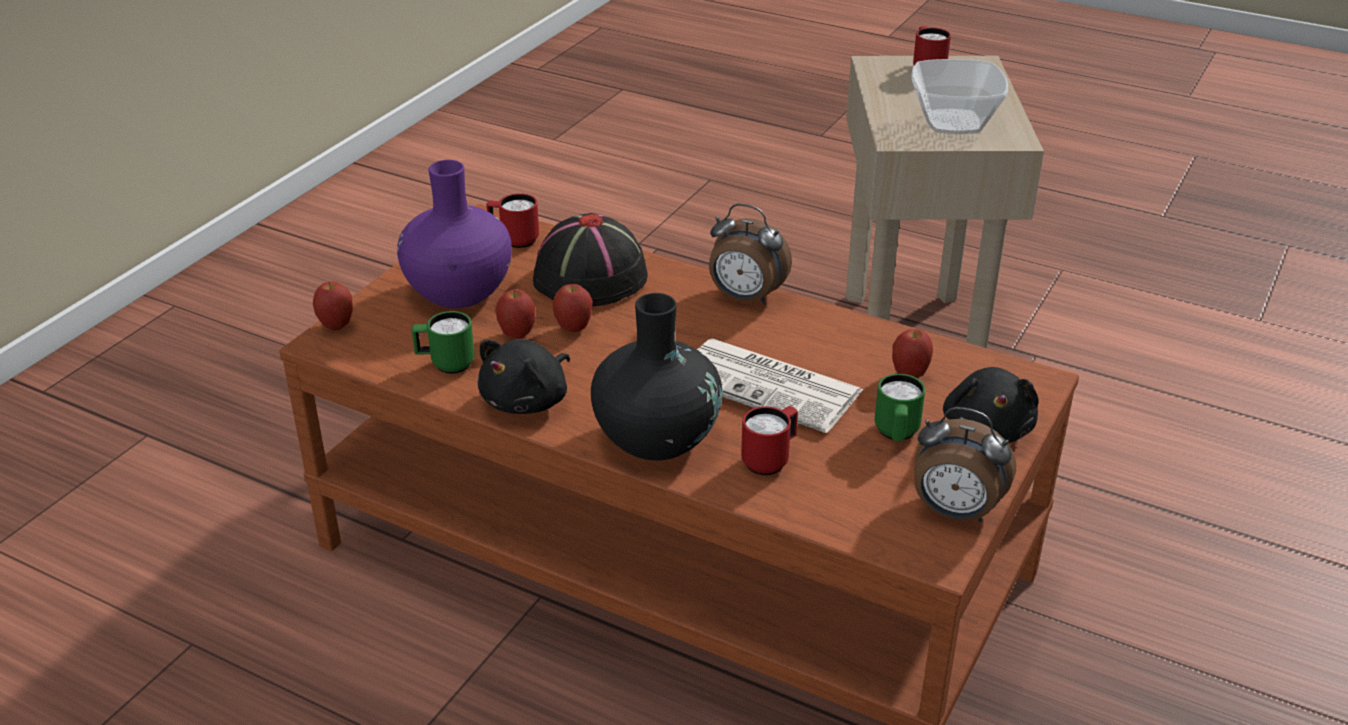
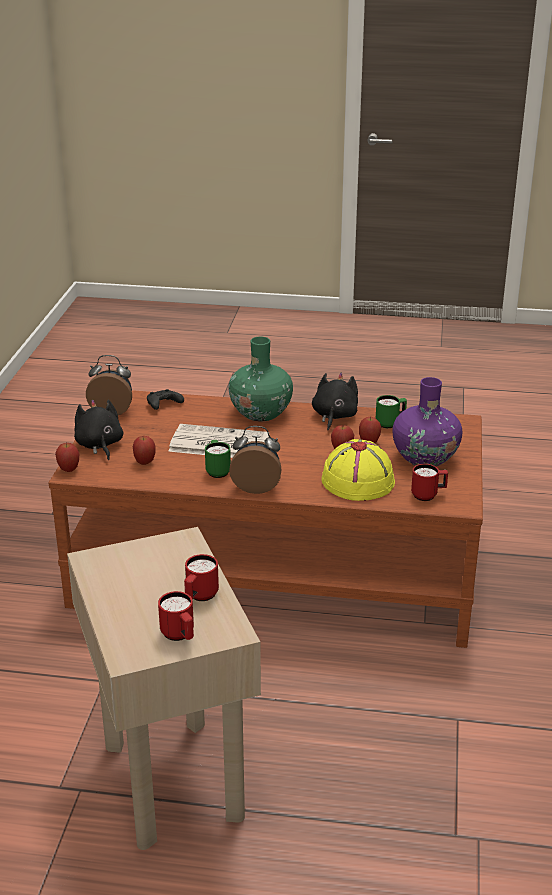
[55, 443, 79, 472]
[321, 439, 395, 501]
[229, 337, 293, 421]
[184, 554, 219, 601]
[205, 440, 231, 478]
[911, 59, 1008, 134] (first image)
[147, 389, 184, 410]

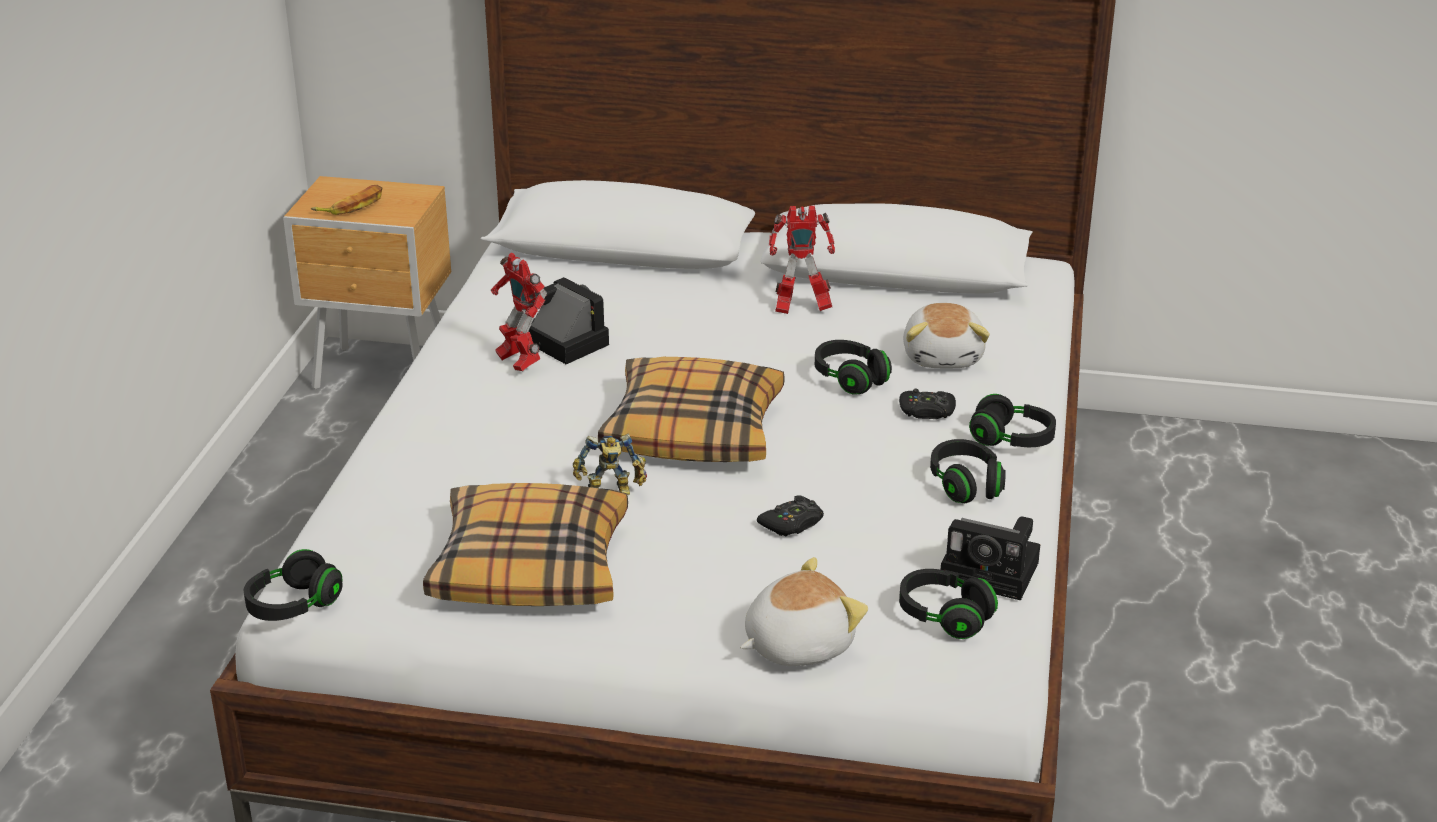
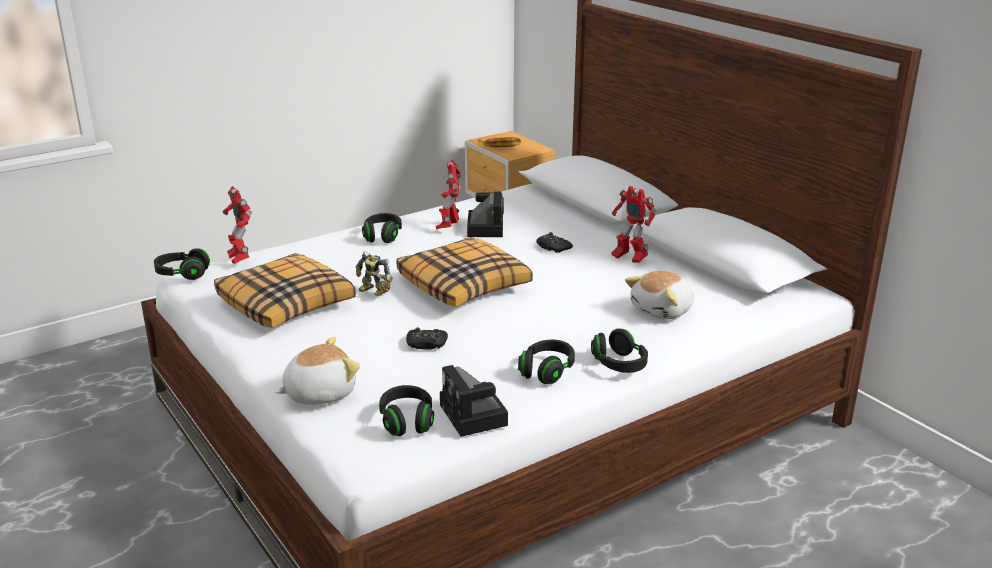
[275, 337, 360, 405]
[362, 213, 402, 243]
[536, 232, 573, 253]
[223, 186, 252, 264]

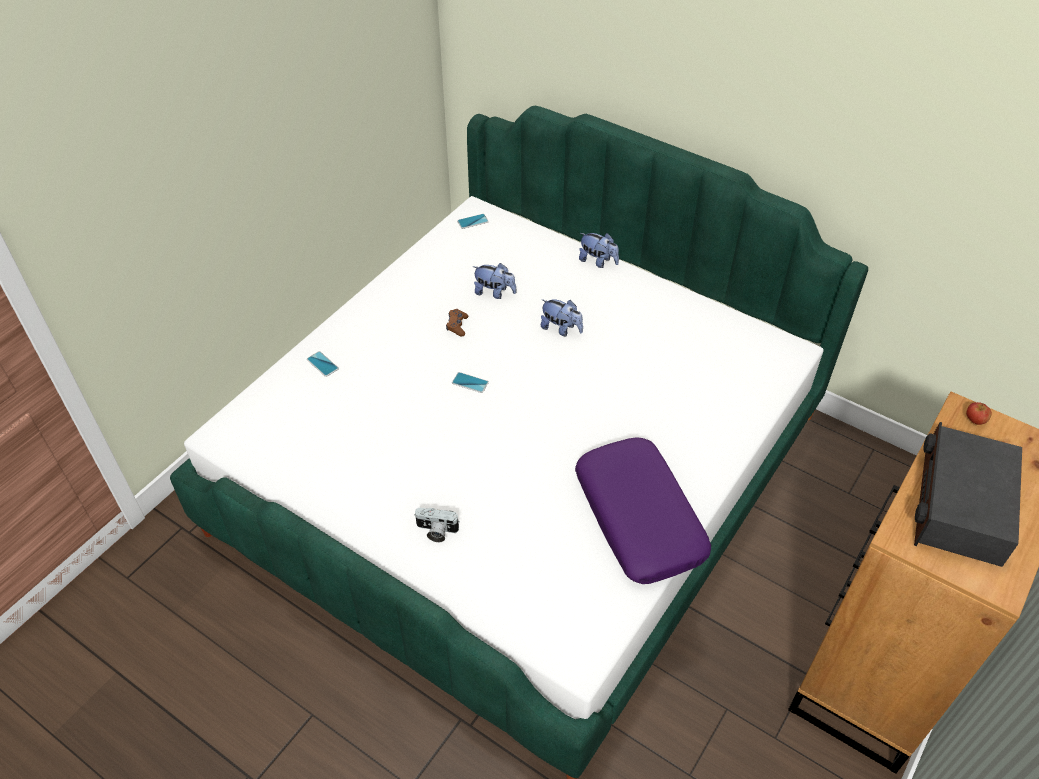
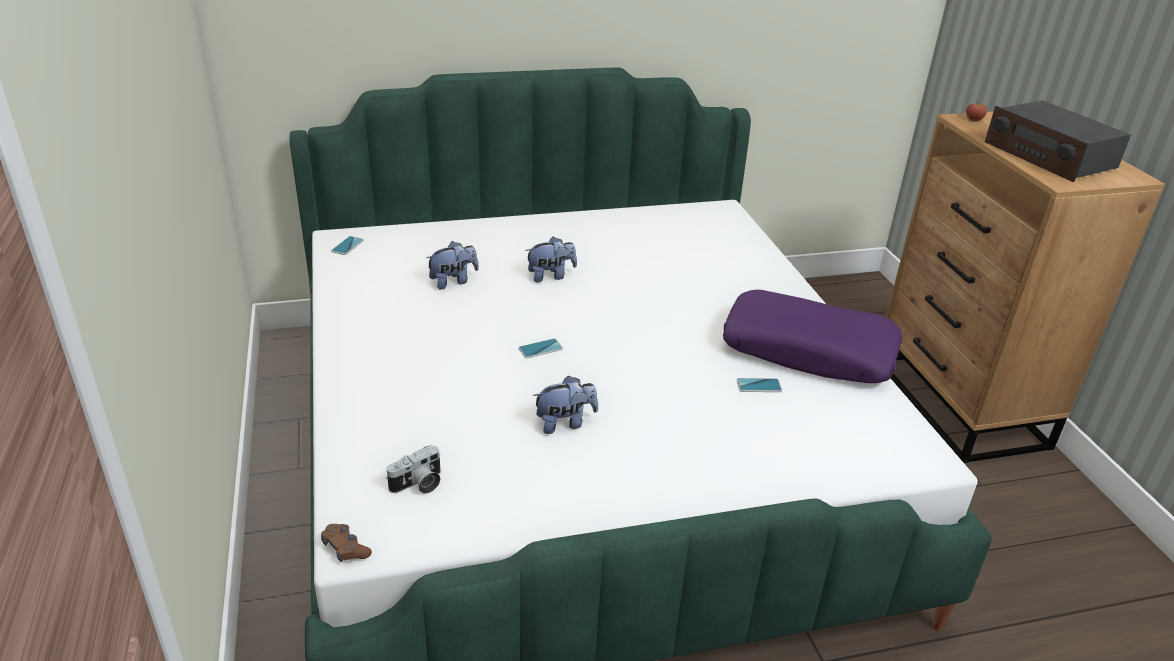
[736, 378, 782, 392]
[386, 445, 441, 494]
[321, 524, 372, 562]
[533, 375, 598, 434]

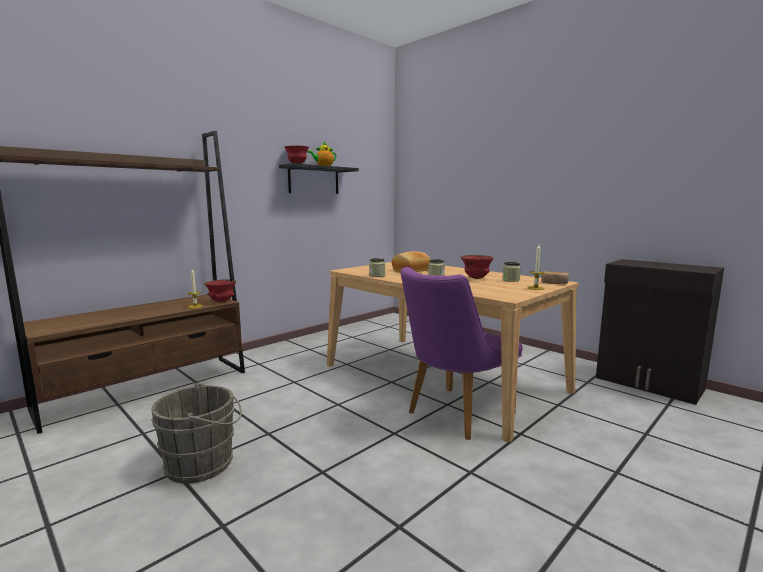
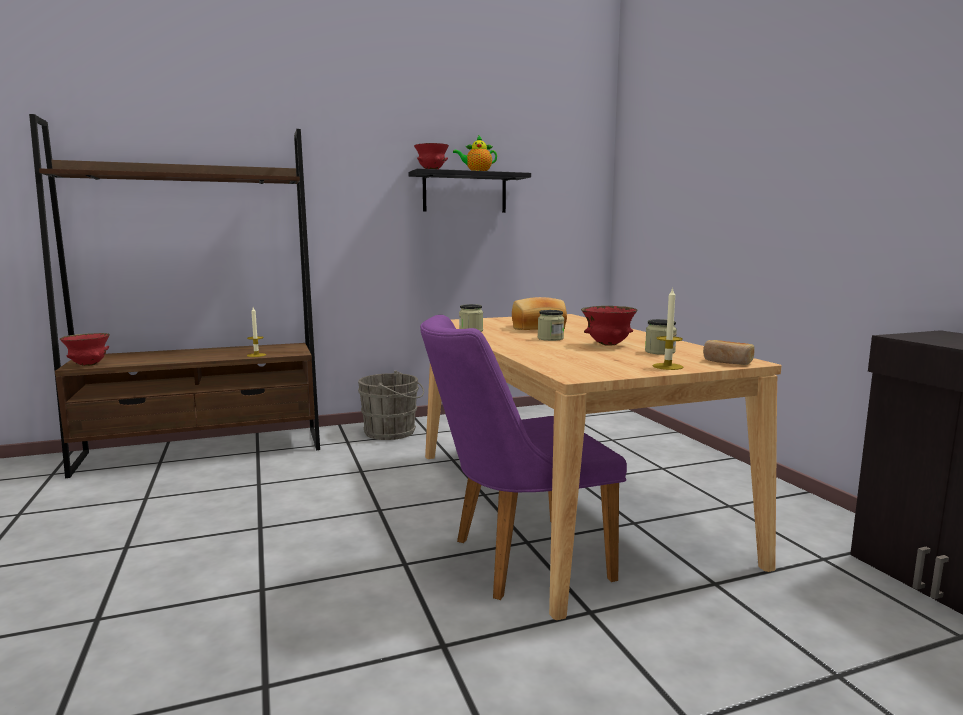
[358, 370, 424, 440]
[60, 333, 110, 366]

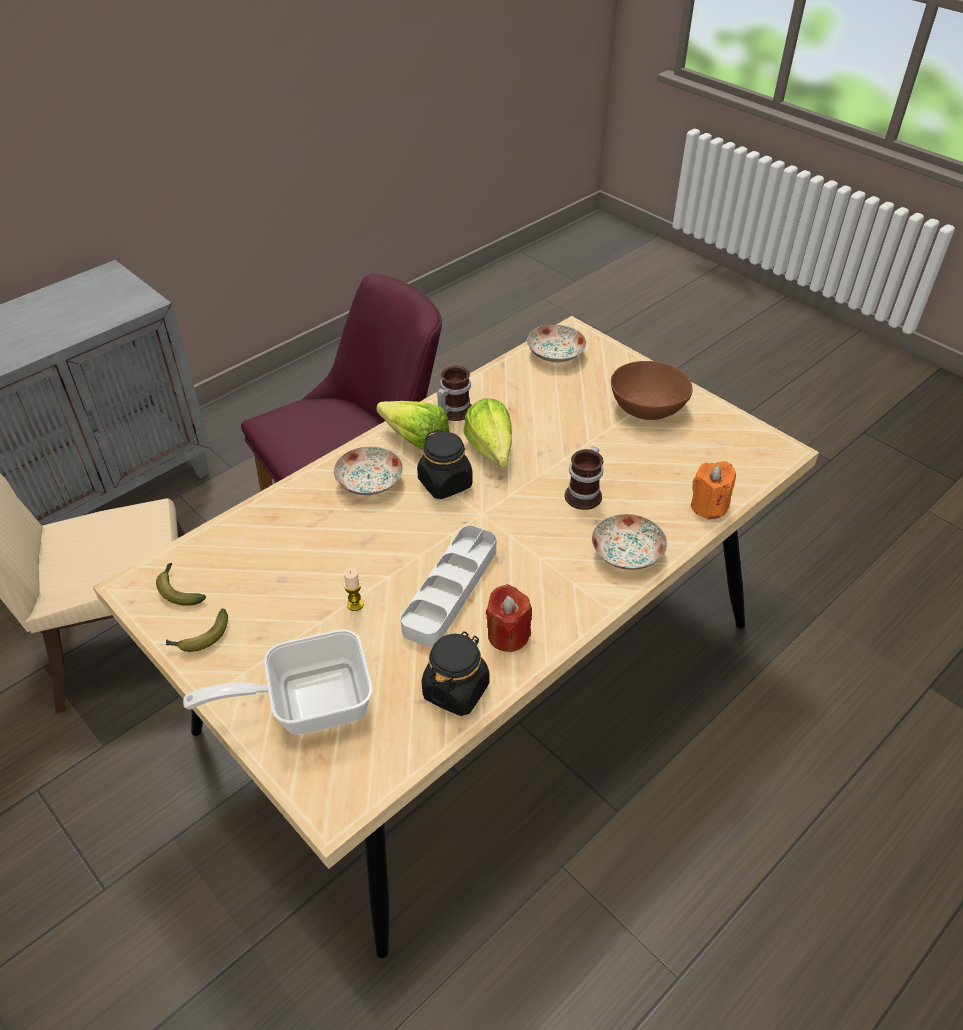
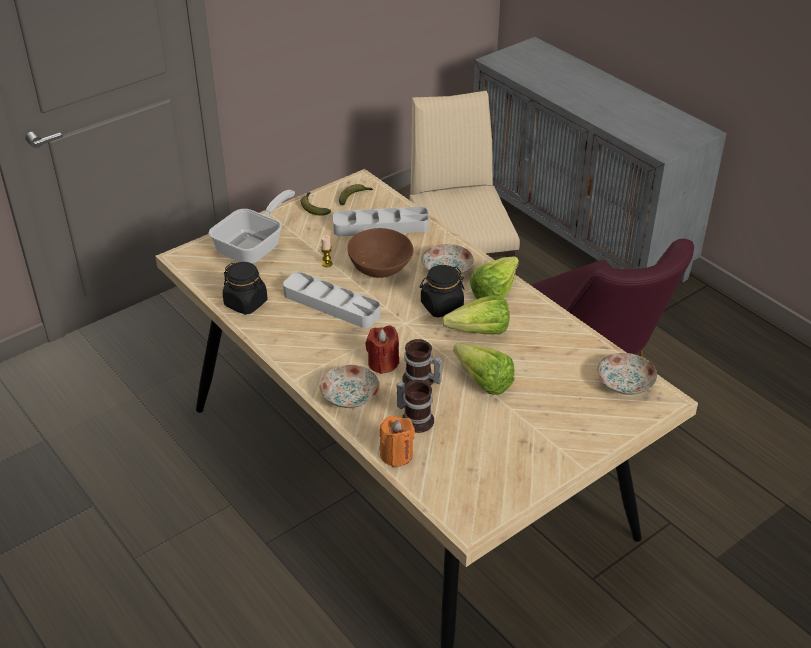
[209, 190, 295, 264]
[396, 380, 434, 433]
[365, 325, 399, 374]
[347, 228, 413, 278]
[333, 207, 429, 236]
[453, 343, 514, 395]

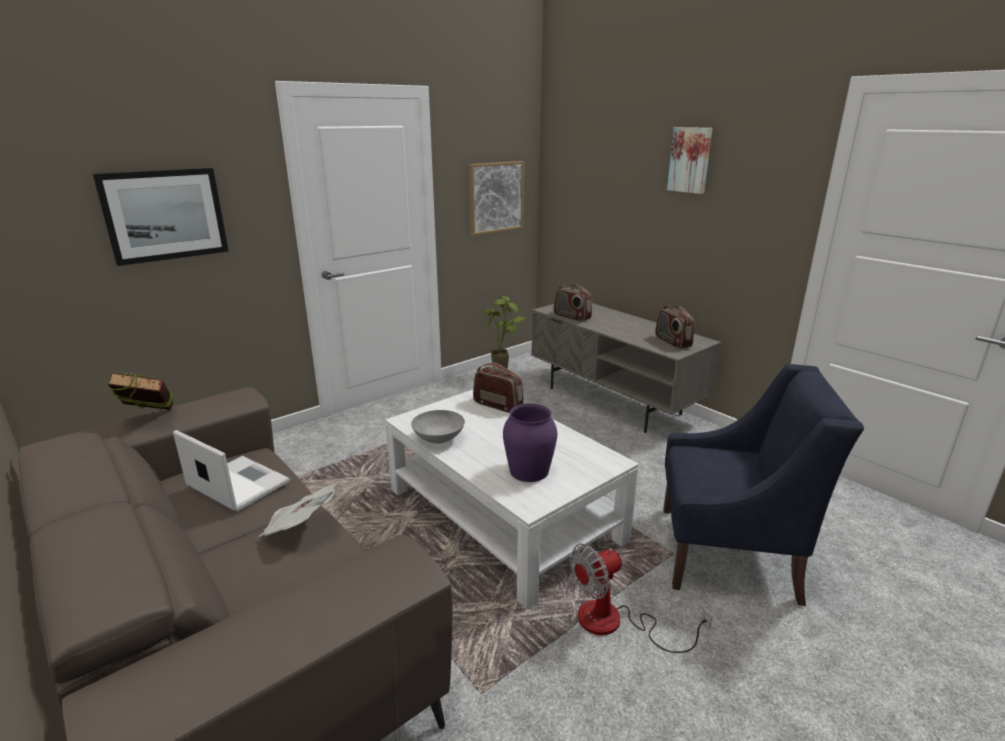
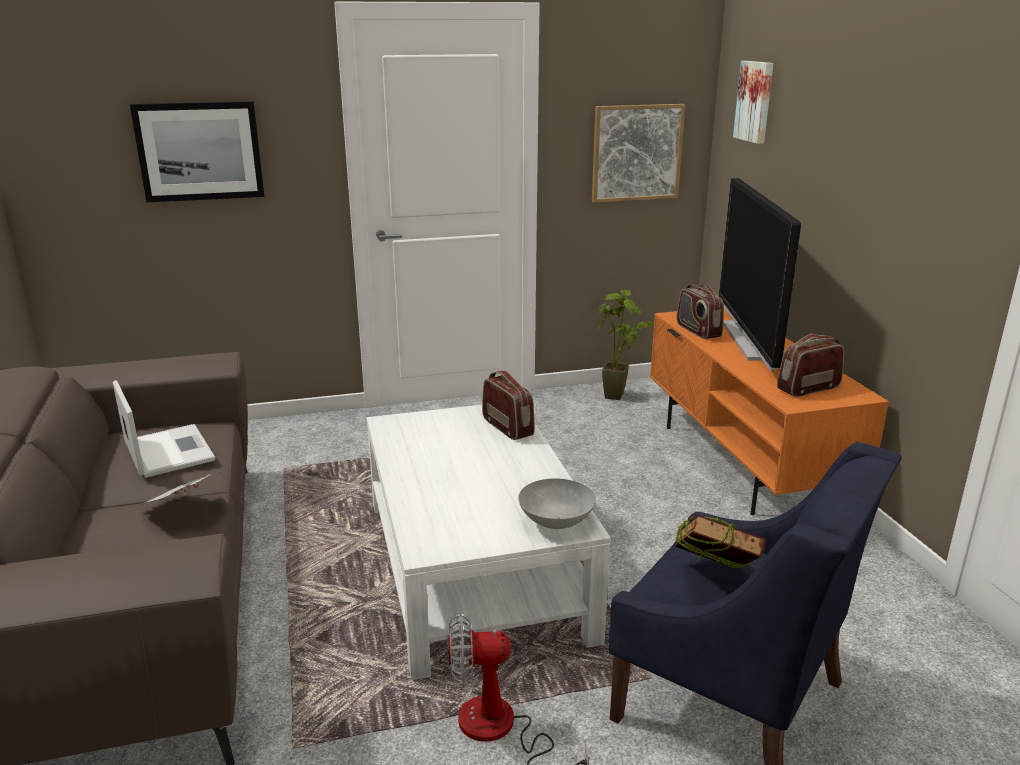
[674, 515, 766, 569]
[518, 478, 596, 529]
[503, 403, 557, 482] (first image)
[650, 308, 889, 515]
[777, 334, 844, 397]
[733, 61, 773, 144]
[719, 178, 801, 371]

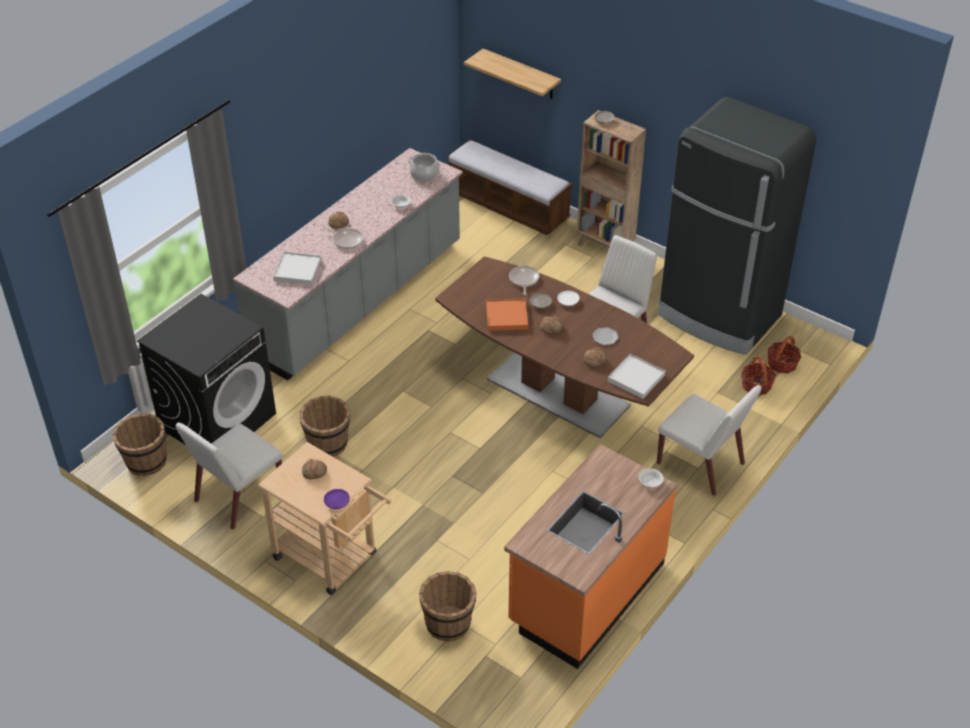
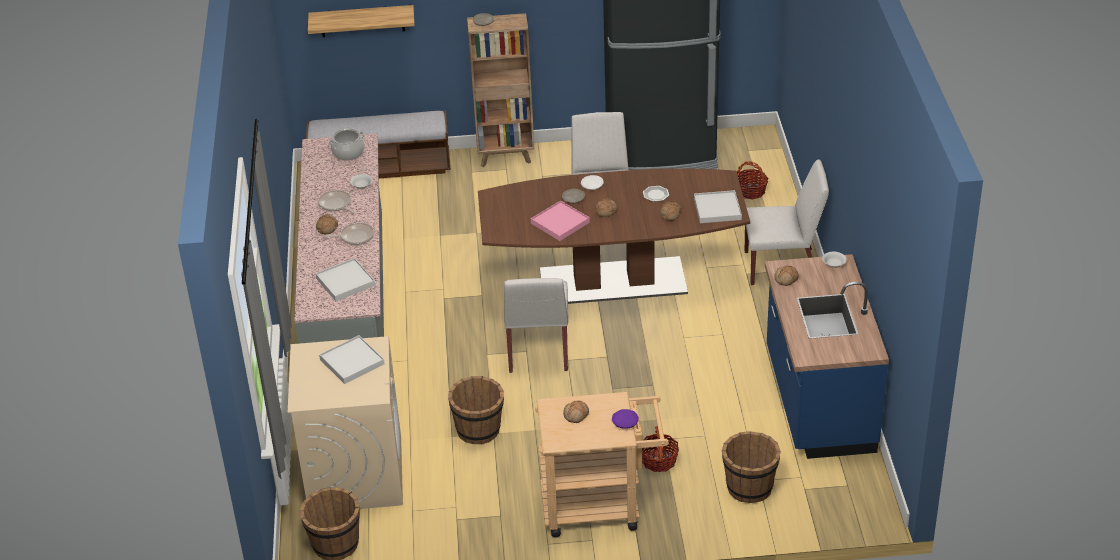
[288, 336, 403, 509]
[504, 278, 568, 373]
[531, 200, 590, 241]
[765, 254, 889, 459]
[318, 190, 355, 213]
[642, 426, 679, 472]
[319, 335, 385, 384]
[774, 266, 799, 286]

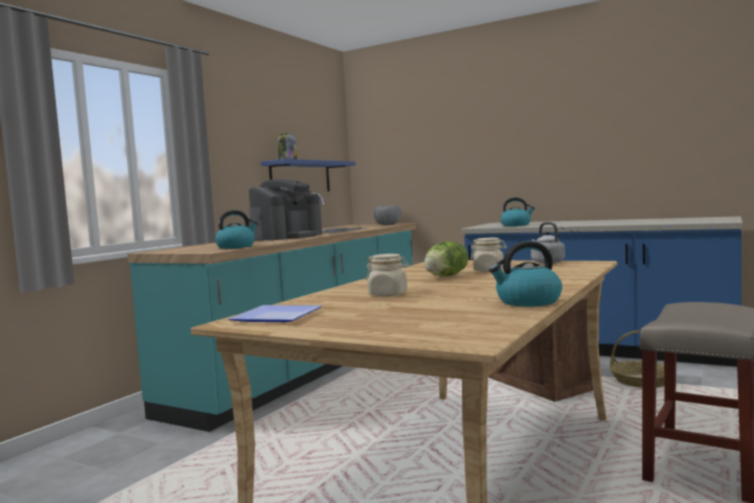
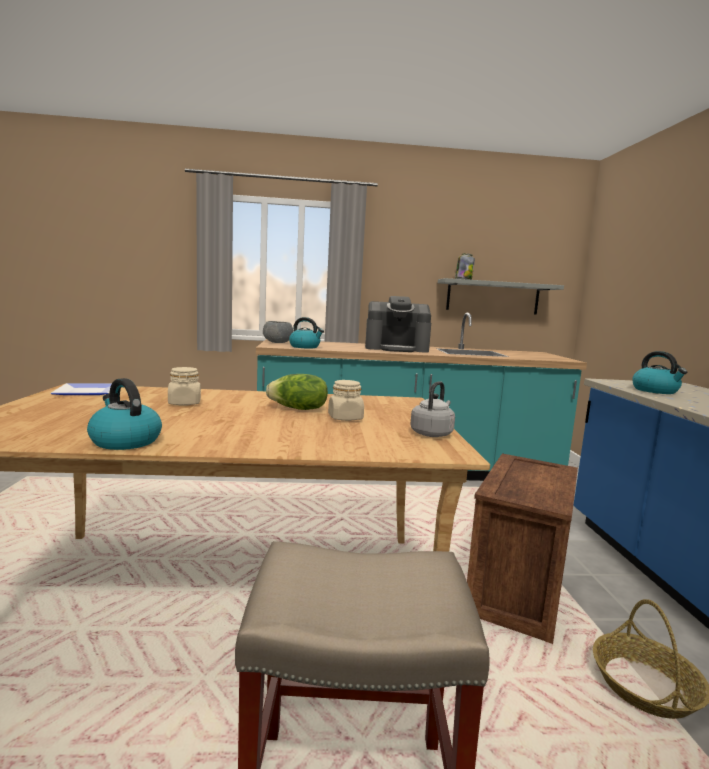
[438, 278, 564, 315]
[263, 321, 294, 343]

